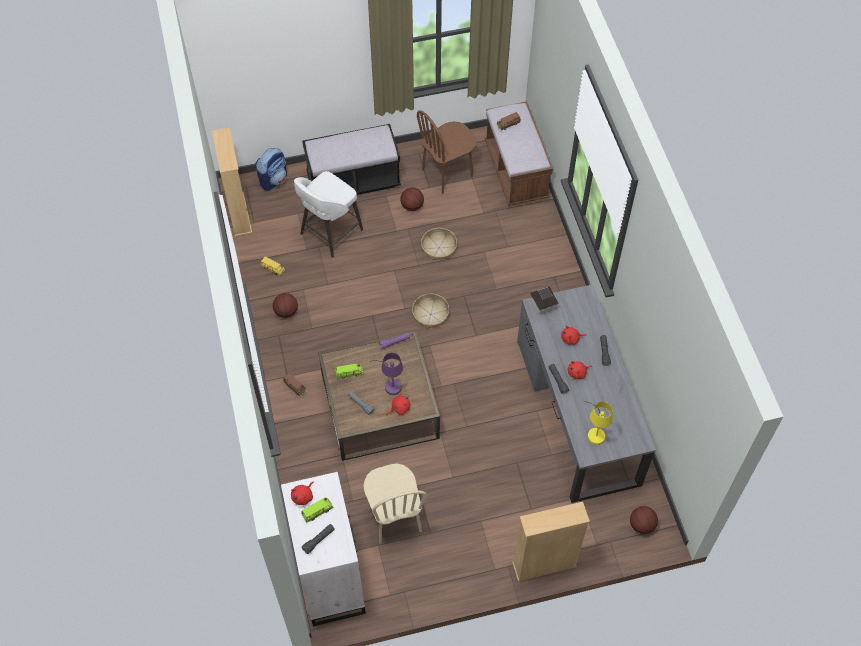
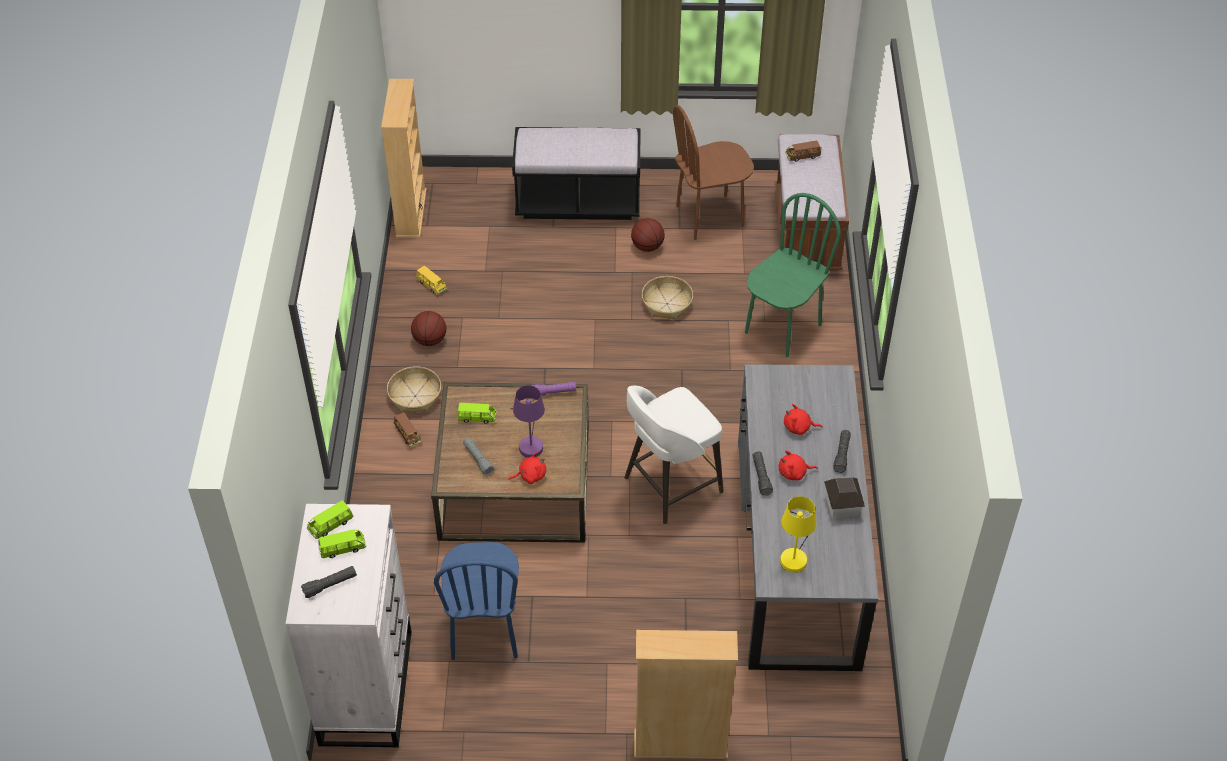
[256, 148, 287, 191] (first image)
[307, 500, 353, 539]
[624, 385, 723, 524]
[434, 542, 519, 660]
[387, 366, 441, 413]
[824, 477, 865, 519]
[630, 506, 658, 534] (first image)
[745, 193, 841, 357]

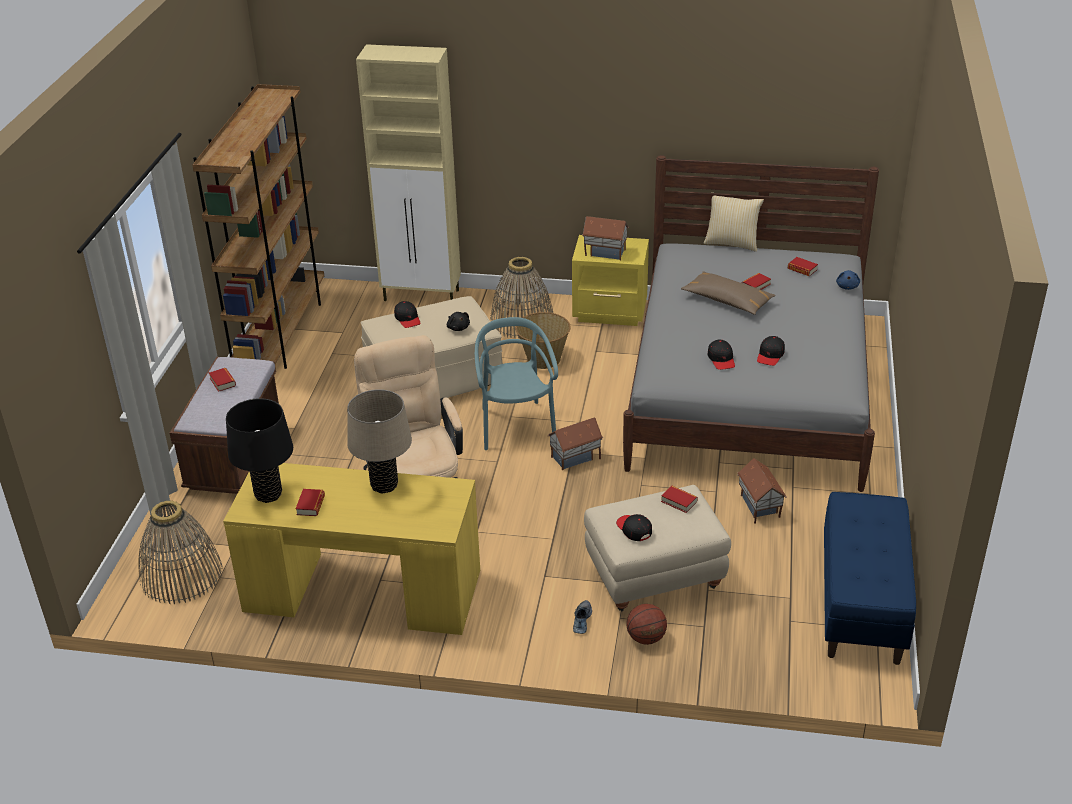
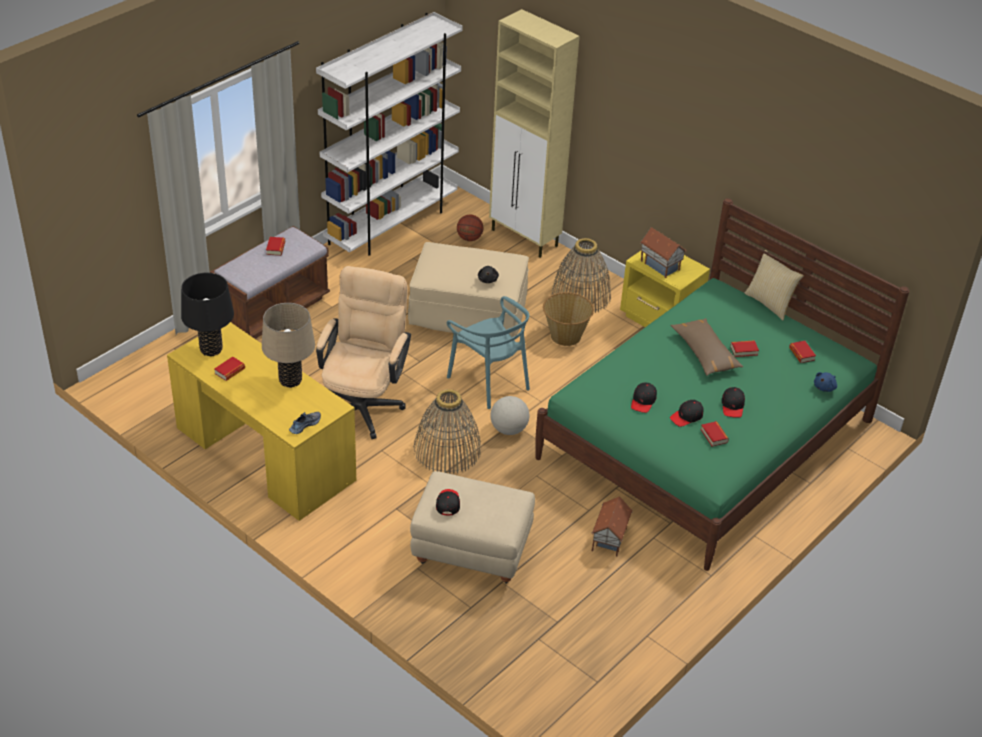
[414, 389, 481, 474]
[316, 12, 463, 256]
[722, 387, 745, 418]
[447, 296, 530, 409]
[490, 396, 529, 435]
[289, 412, 321, 434]
[535, 198, 909, 571]
[457, 215, 484, 241]
[701, 421, 729, 447]
[824, 492, 916, 665] (first image)

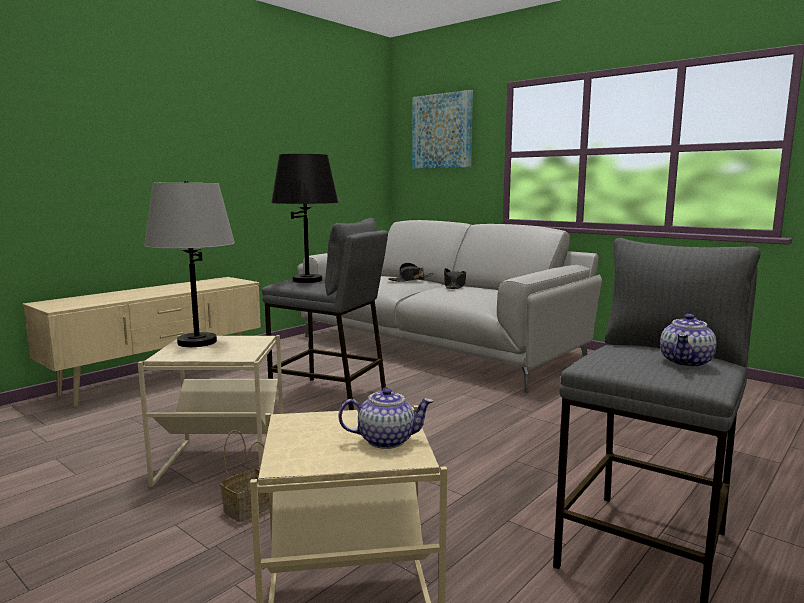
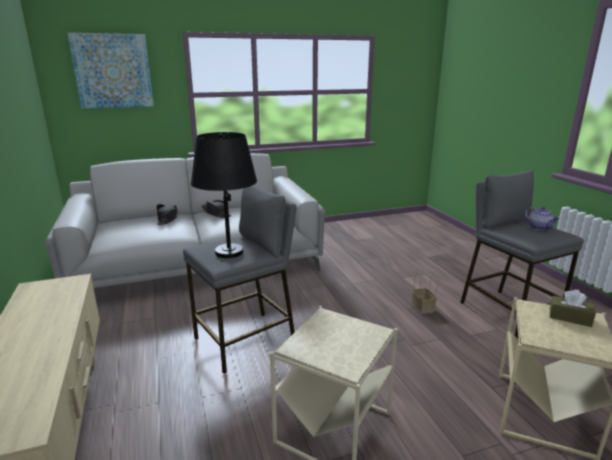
[144, 181, 235, 347] (first image)
[412, 271, 438, 314]
[550, 290, 596, 327]

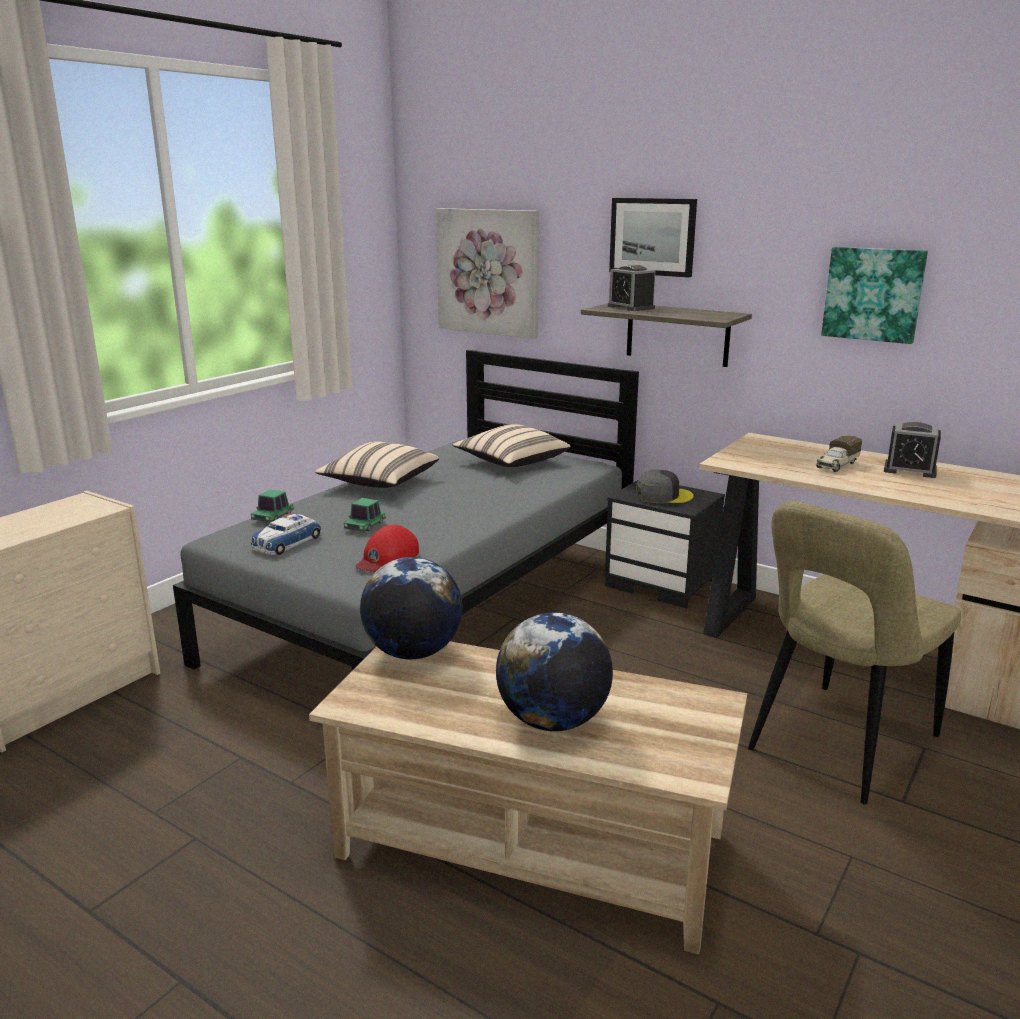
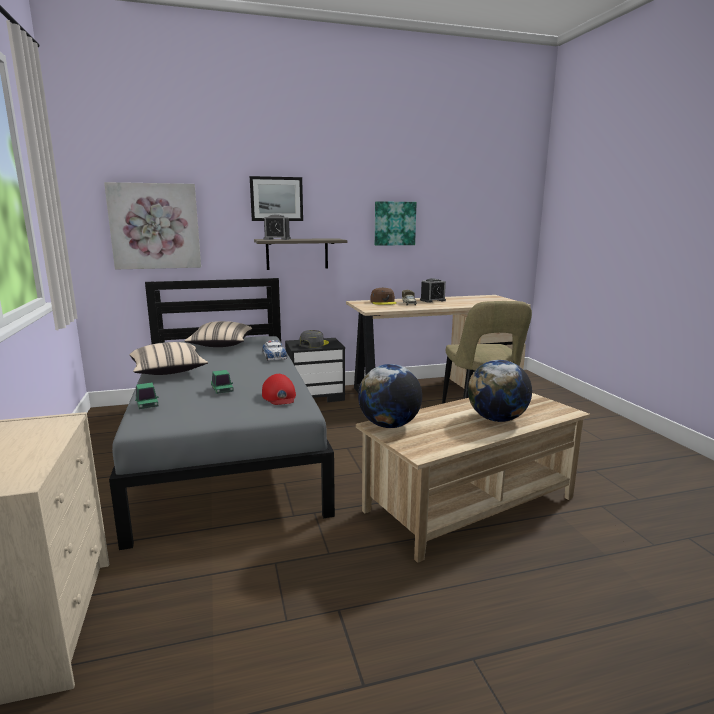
[262, 340, 287, 361]
[370, 287, 397, 305]

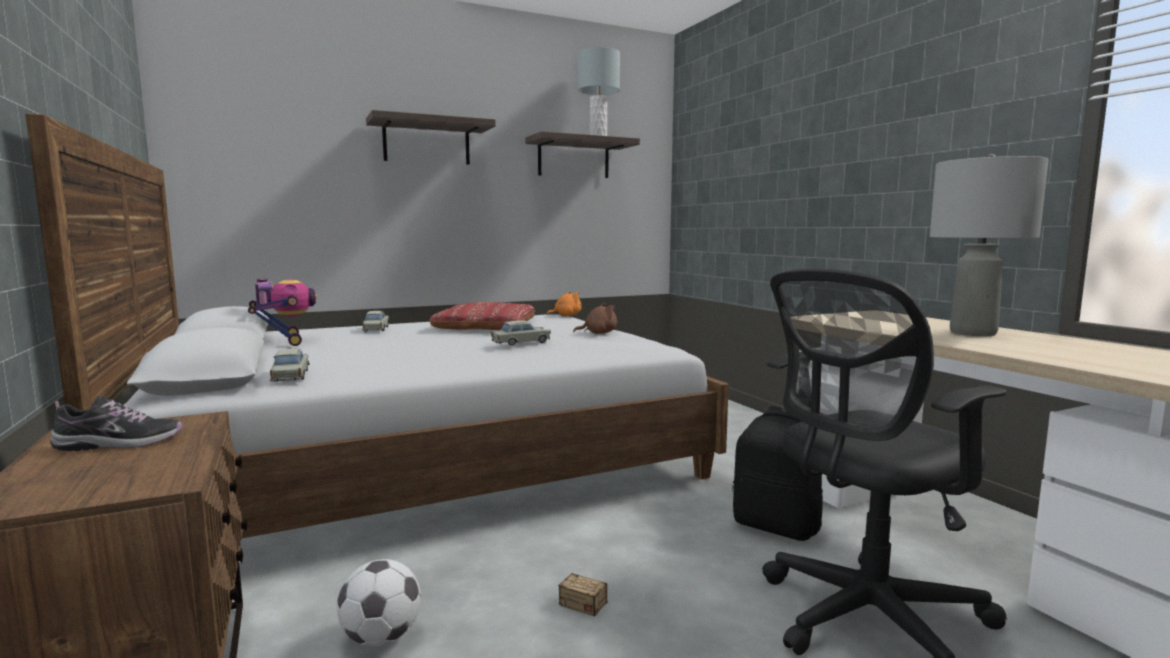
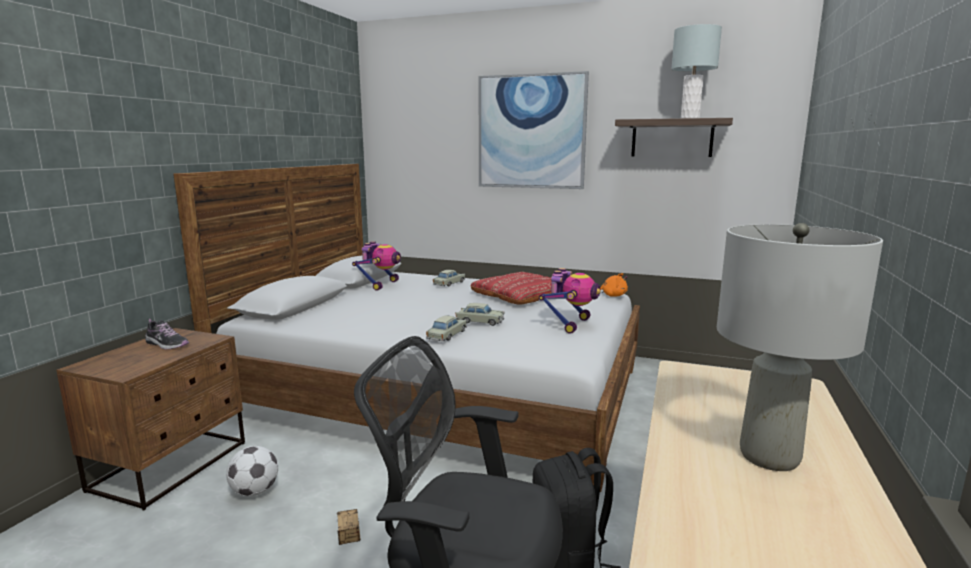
[426, 316, 467, 341]
[479, 71, 589, 189]
[539, 268, 600, 334]

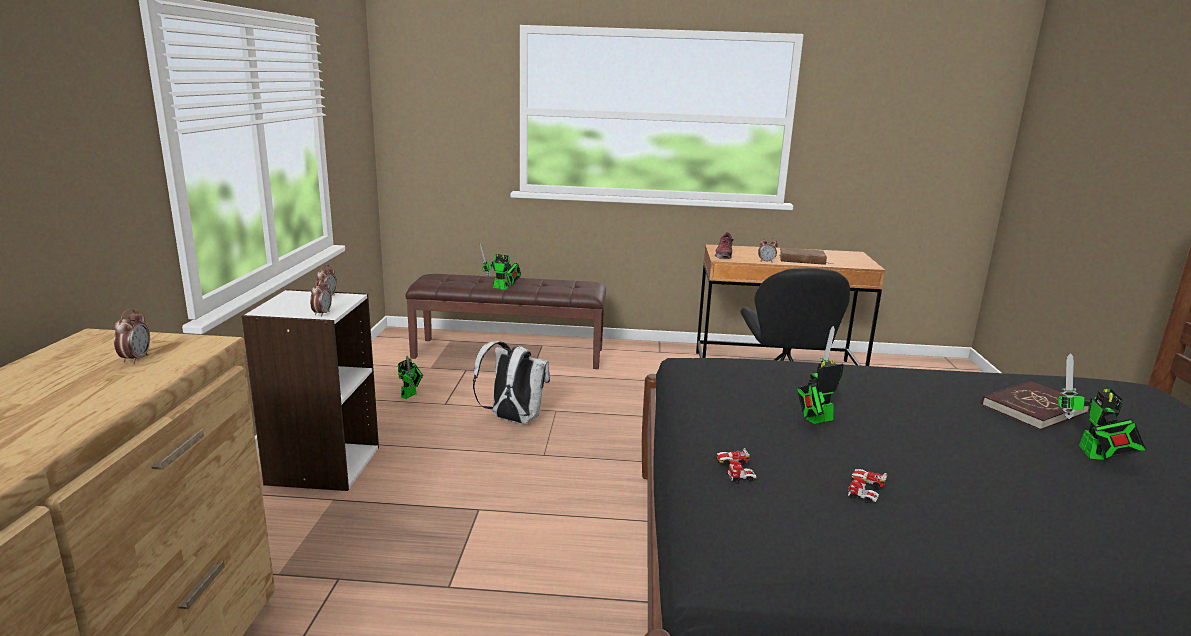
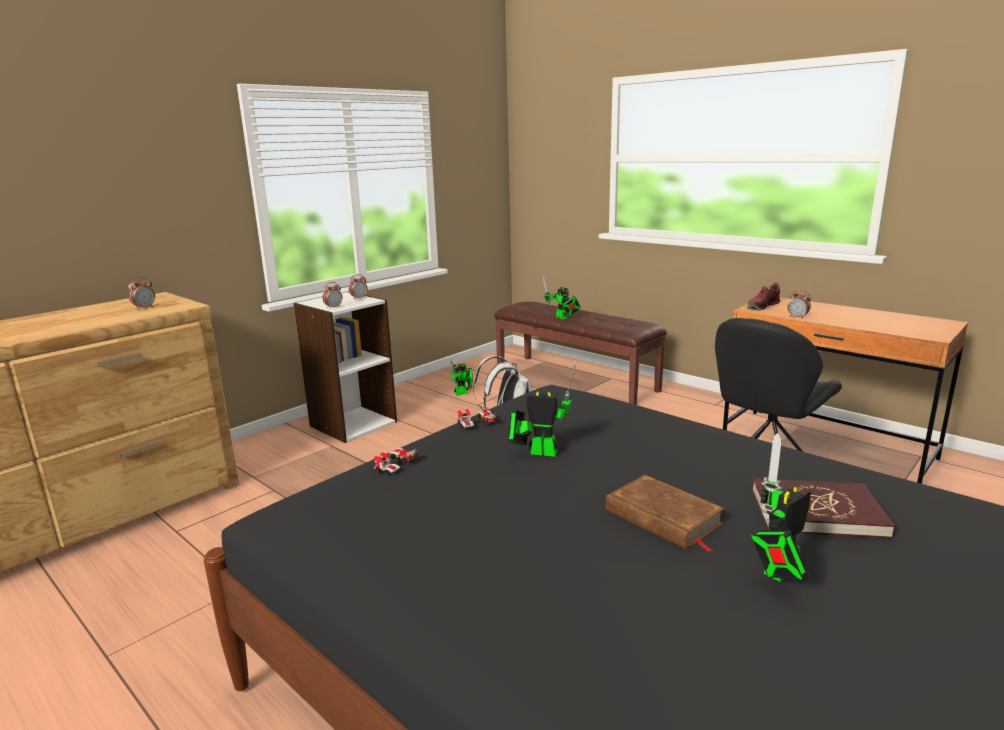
[606, 475, 725, 552]
[458, 409, 497, 428]

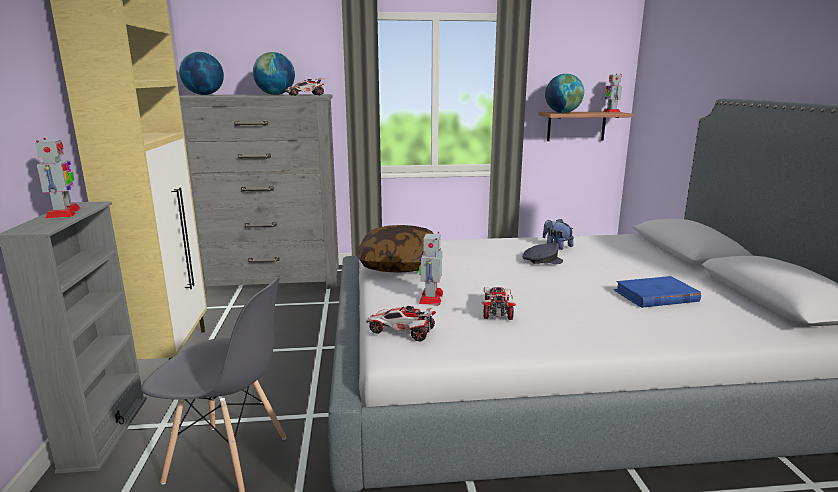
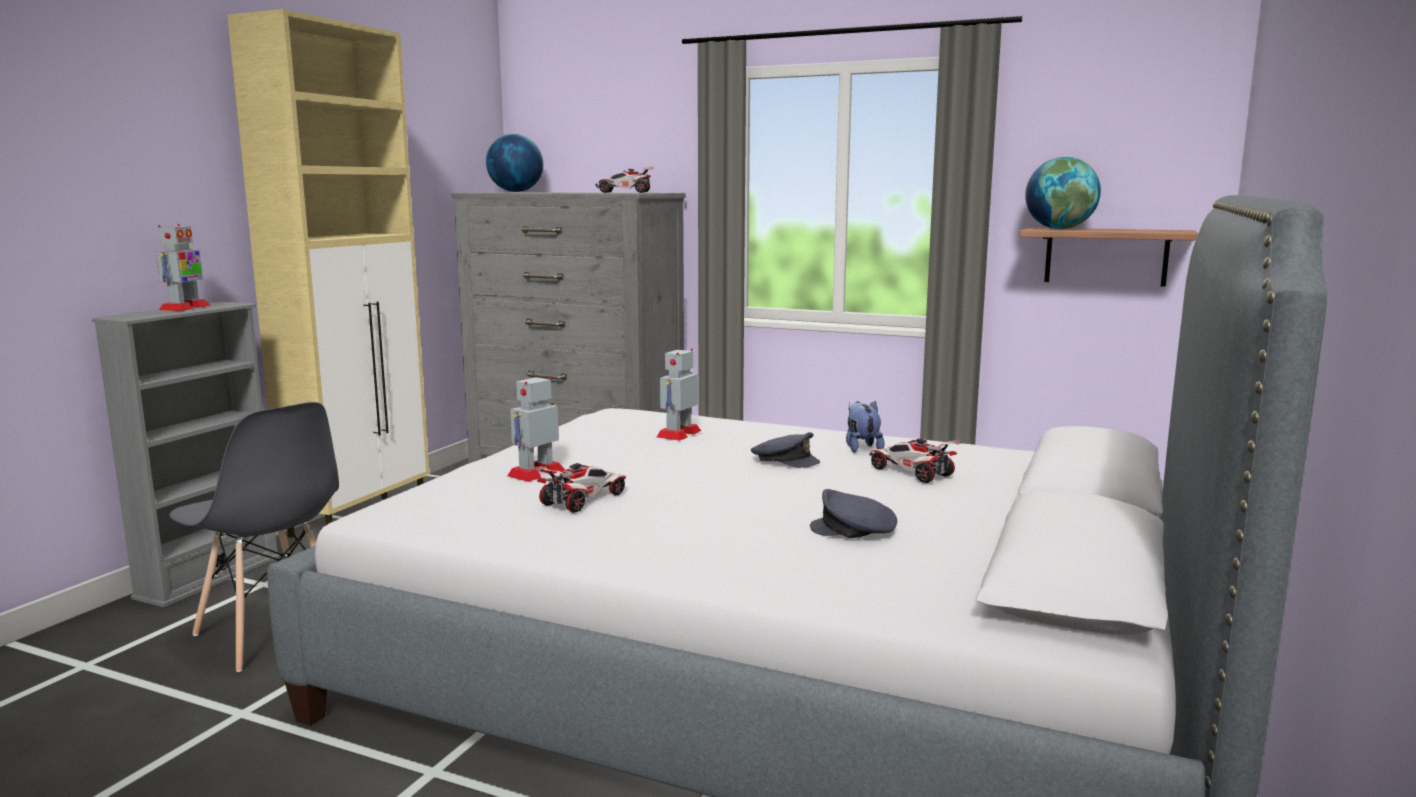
[253, 52, 295, 95] (first image)
[357, 225, 440, 273] (first image)
[869, 438, 961, 483]
[657, 348, 701, 441]
[810, 489, 897, 538]

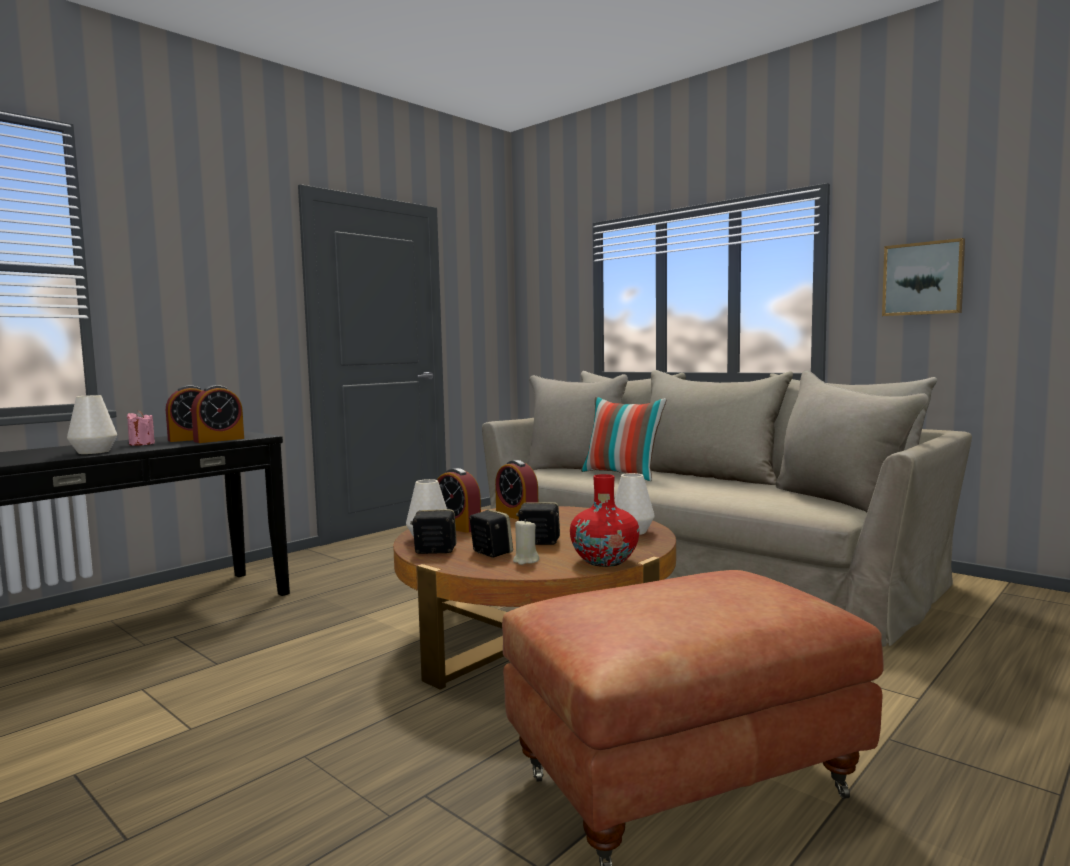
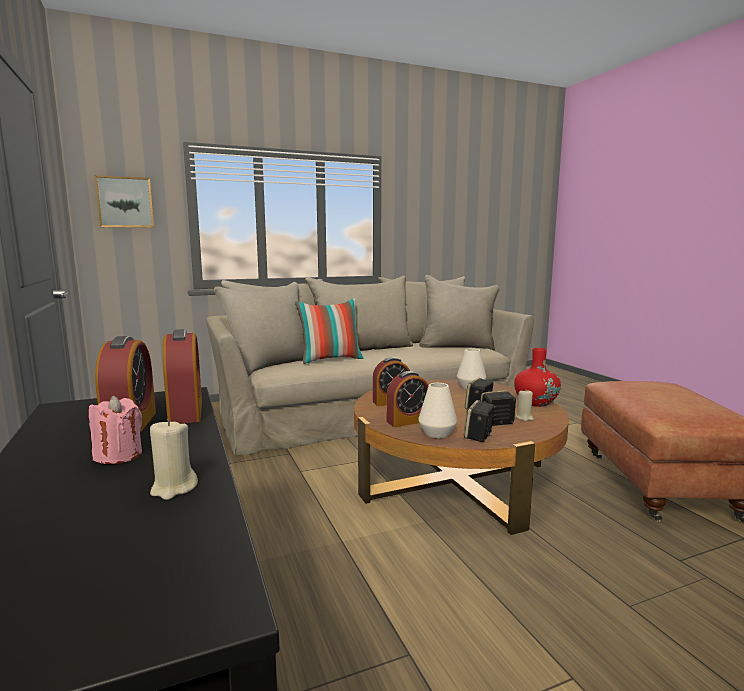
[150, 419, 198, 500]
[95, 175, 154, 228]

